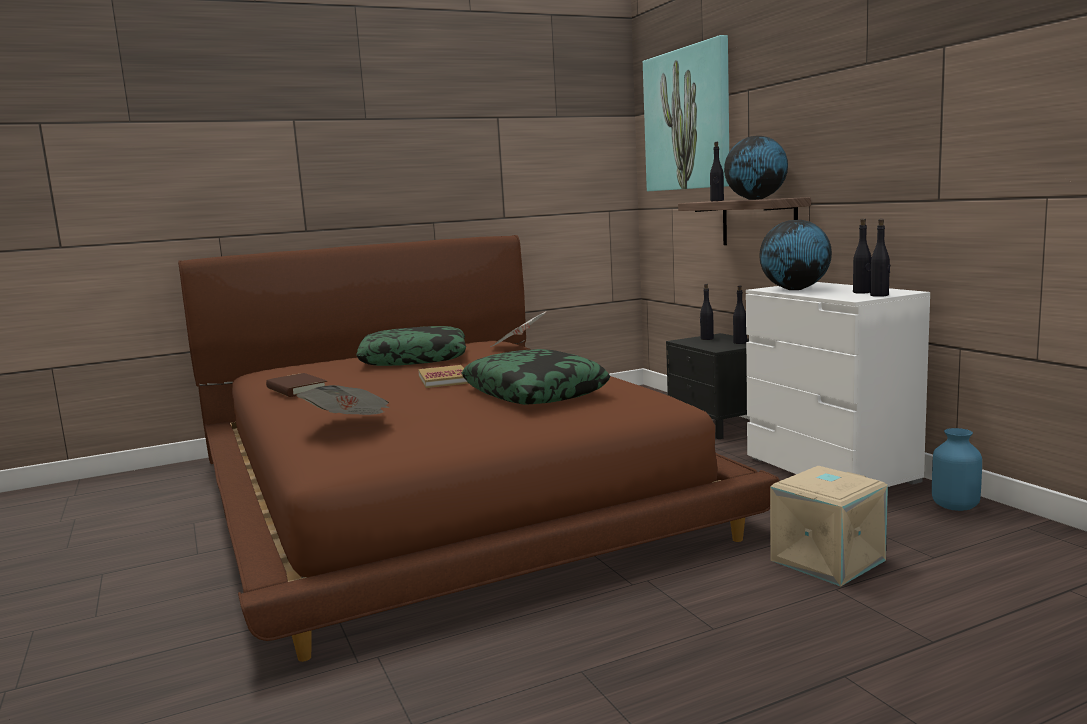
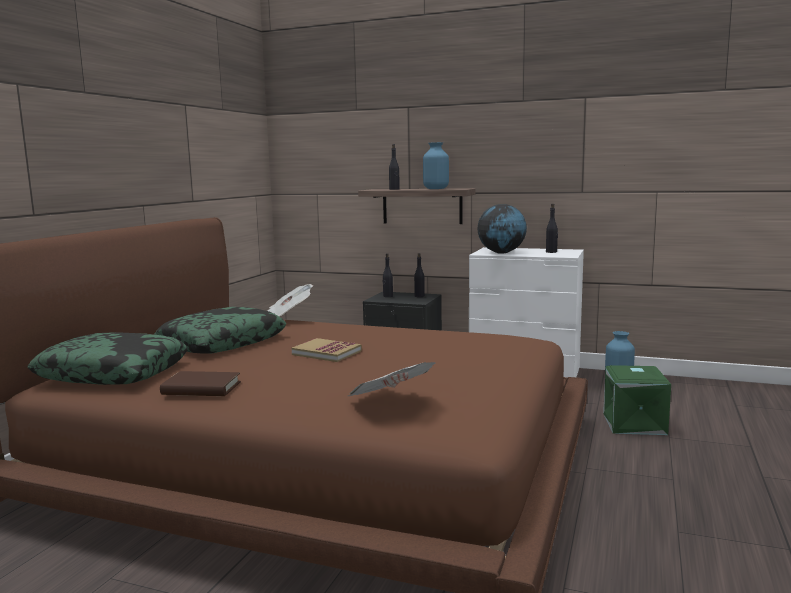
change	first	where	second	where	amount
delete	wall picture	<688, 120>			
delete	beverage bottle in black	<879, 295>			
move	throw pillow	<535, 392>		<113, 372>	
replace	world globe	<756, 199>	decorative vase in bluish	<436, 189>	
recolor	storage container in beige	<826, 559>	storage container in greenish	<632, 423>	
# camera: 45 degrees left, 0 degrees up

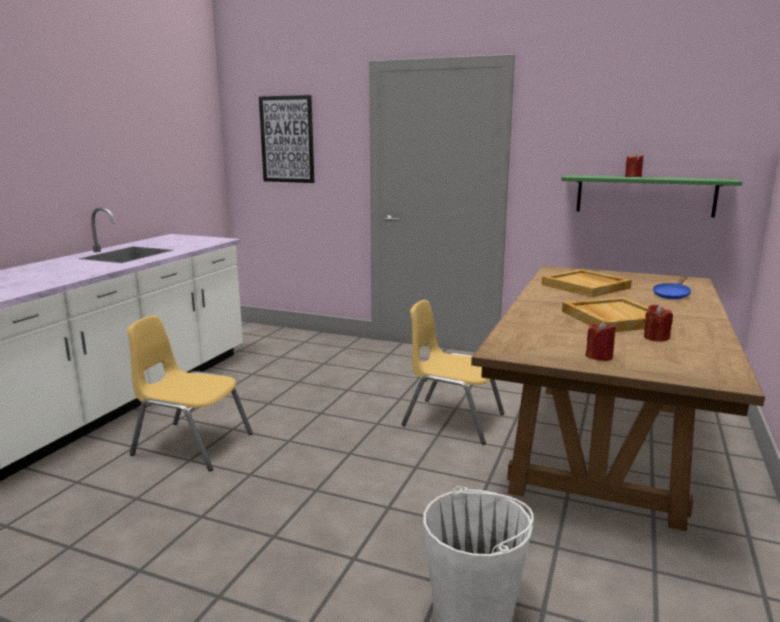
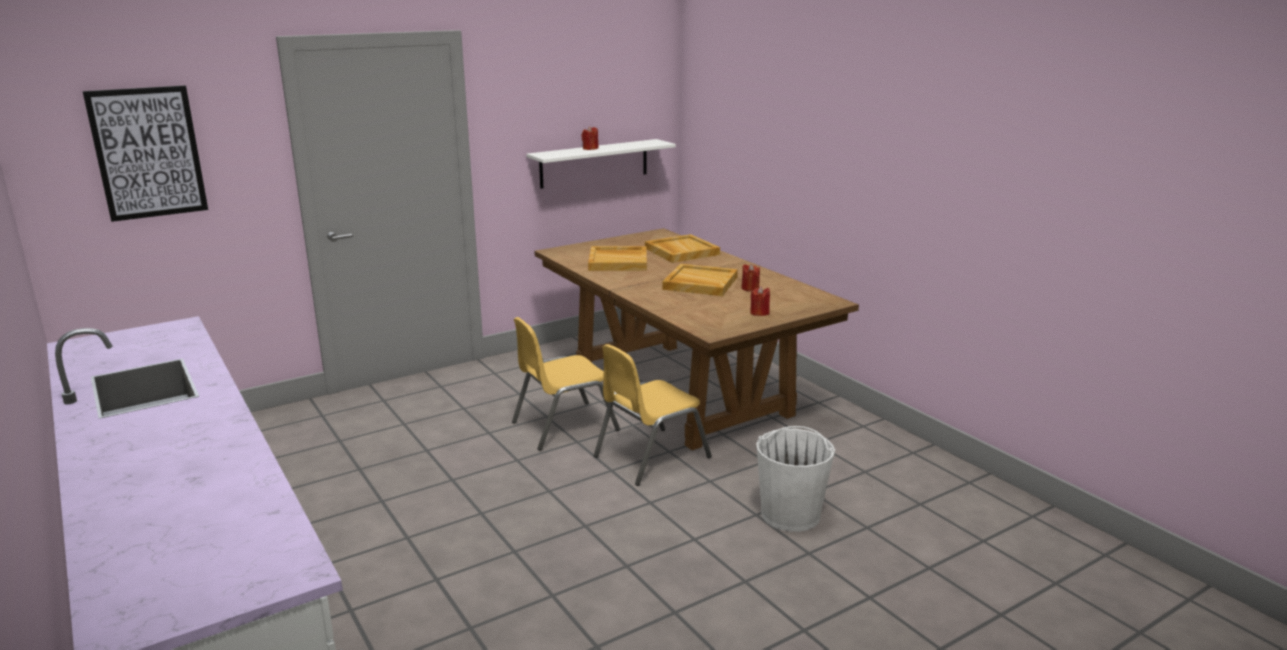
change	first	where	second	where	amount
move	chair in yellow-coloured	<192, 444>		<650, 457>	
replace	pan in bluish	<672, 295>	tray in beige	<681, 251>	
recolor	bracket shelf in greenish	<645, 195>	bracket shelf in whitish	<594, 163>	
# camera: 55 degrees left, 5 degrees up

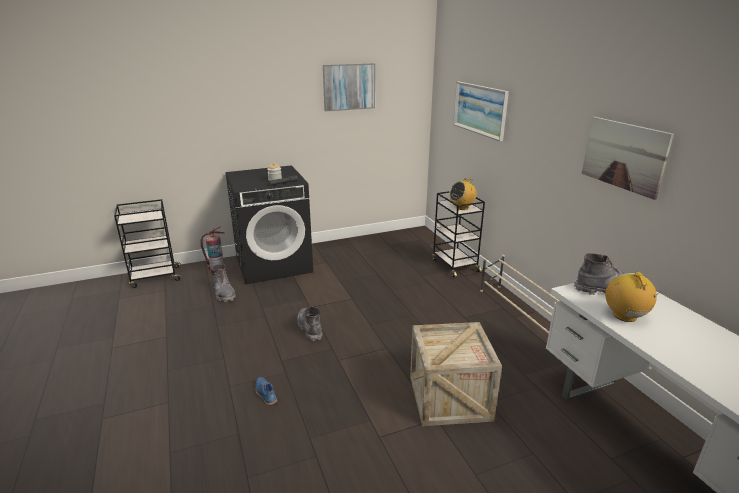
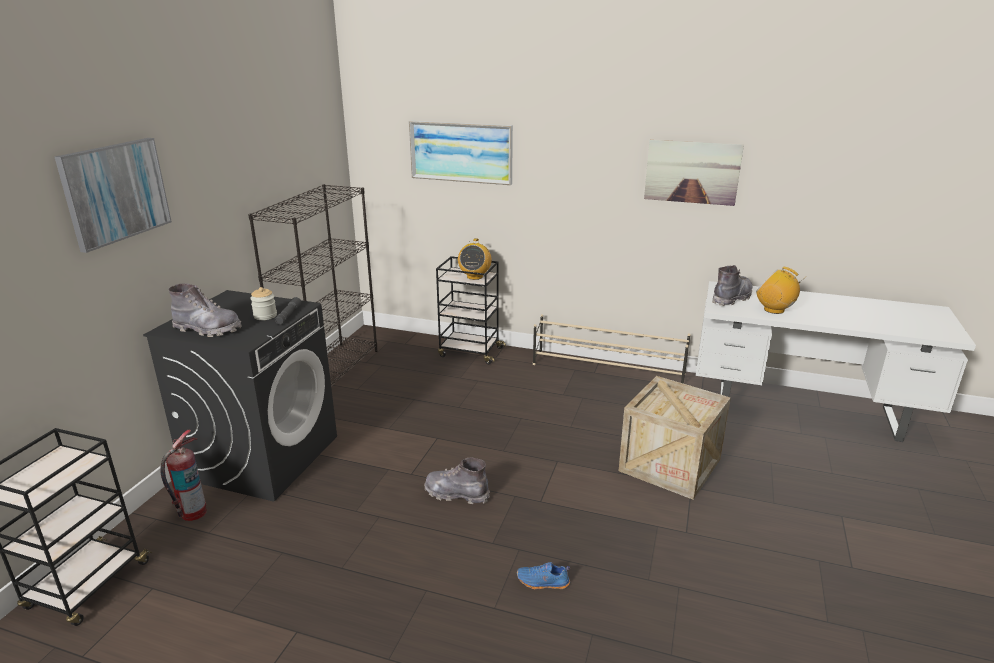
change	first	where	second	where	amount
insert			shelving unit in black	<330, 372>	
move	tall boot in grey	<224, 293>		<207, 329>	
move	wall picture	<349, 87>		<115, 192>	
# camera: 50 degrees left, 0 degrees up

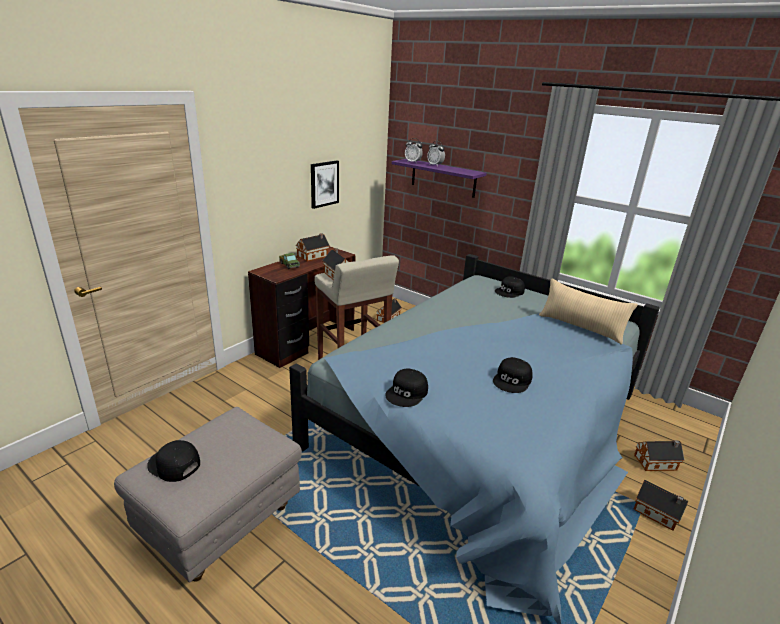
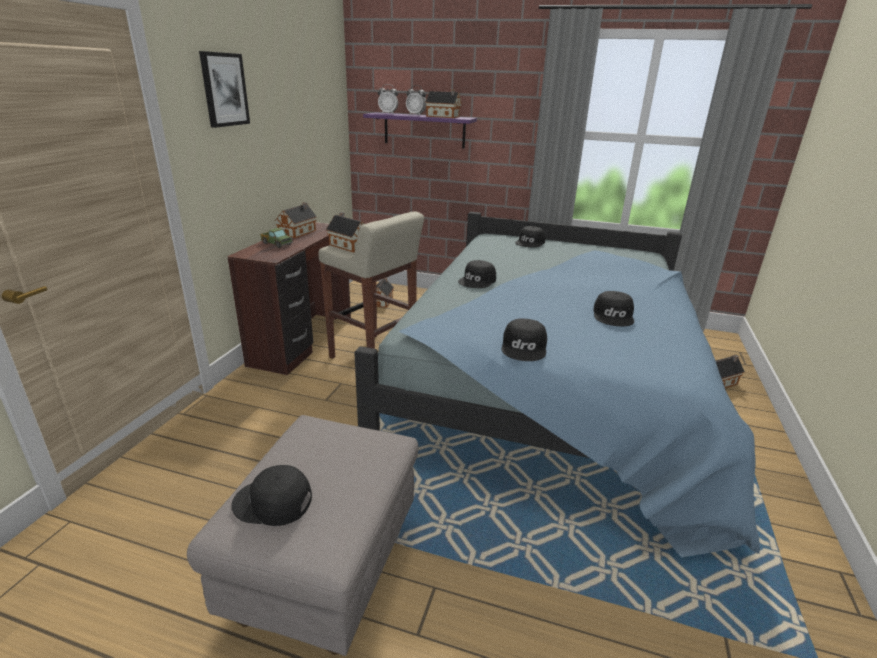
change	first	where	second	where	amount
delete	throw pillow in beige	<580, 327>			
insert			peaked cap in black	<478, 281>	
move	wall picture	<324, 184>		<224, 89>	
move	miniature house	<658, 514>		<444, 116>	
# camera: 20 degrees left, 0 degrees up

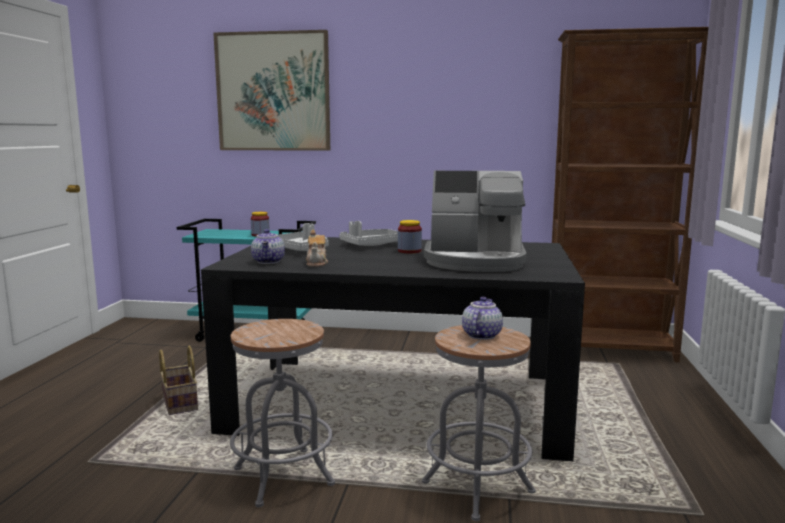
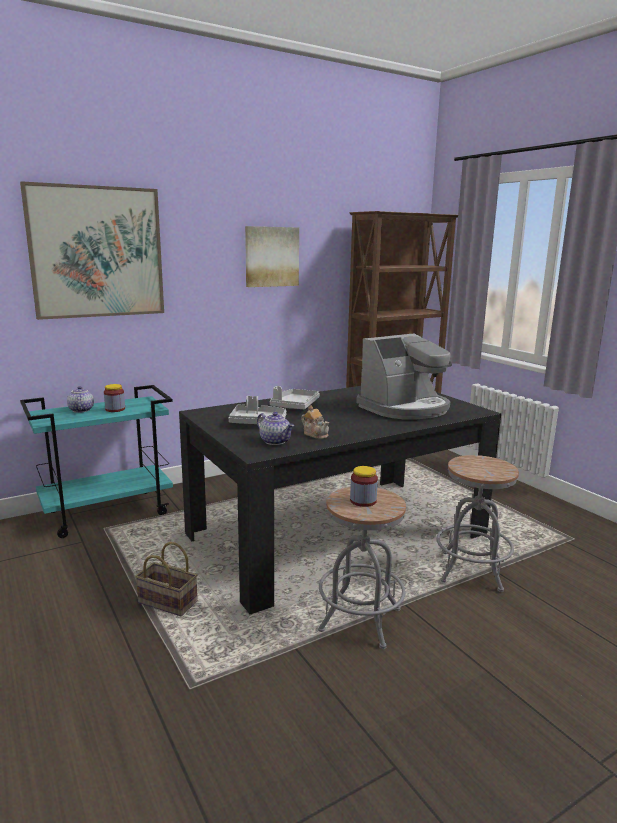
change	first	where	second	where	amount
insert			wall picture	<271, 256>	
move	preserve jar	<409, 251>		<363, 501>	
move	teapot	<480, 335>		<80, 410>	
# camera: 40 degrees left, 5 degrees up

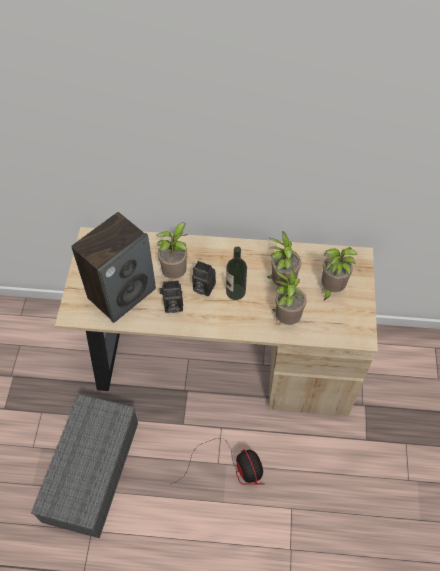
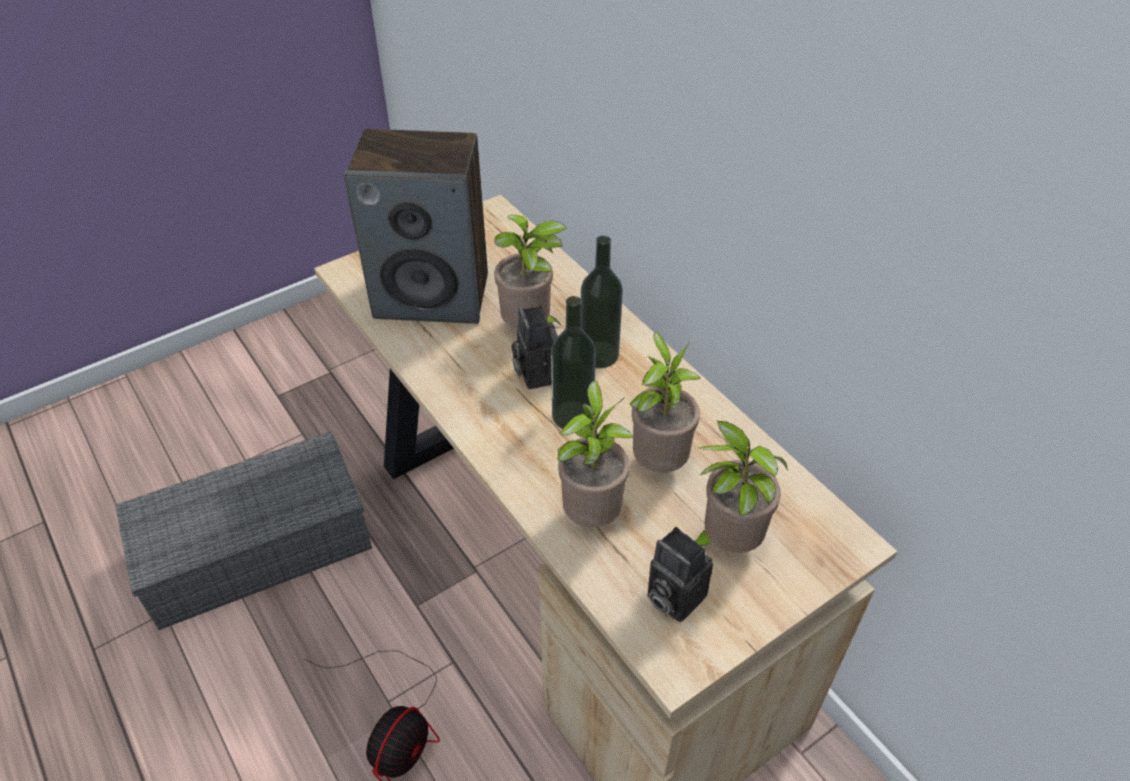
change	first	where	second	where	amount
insert			beverage bottle	<599, 354>	
move	photo camera	<172, 306>		<671, 596>	
# camera: 50 degrees right, 10 degrees down

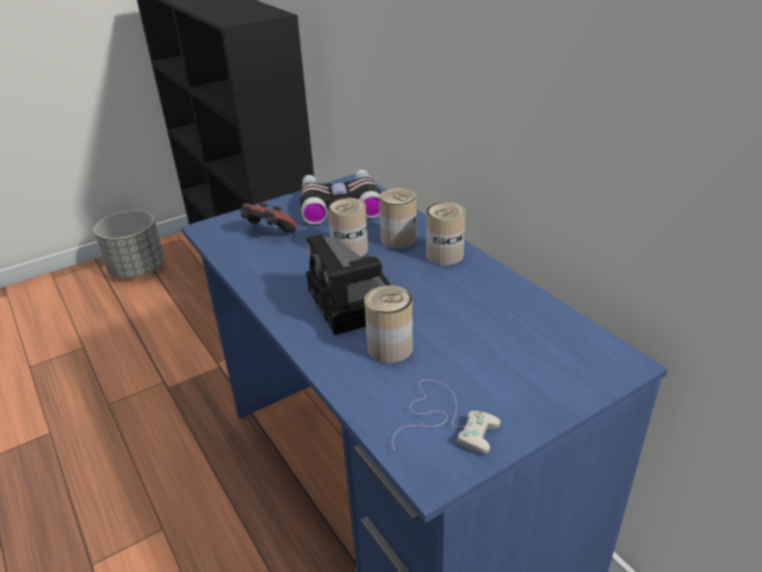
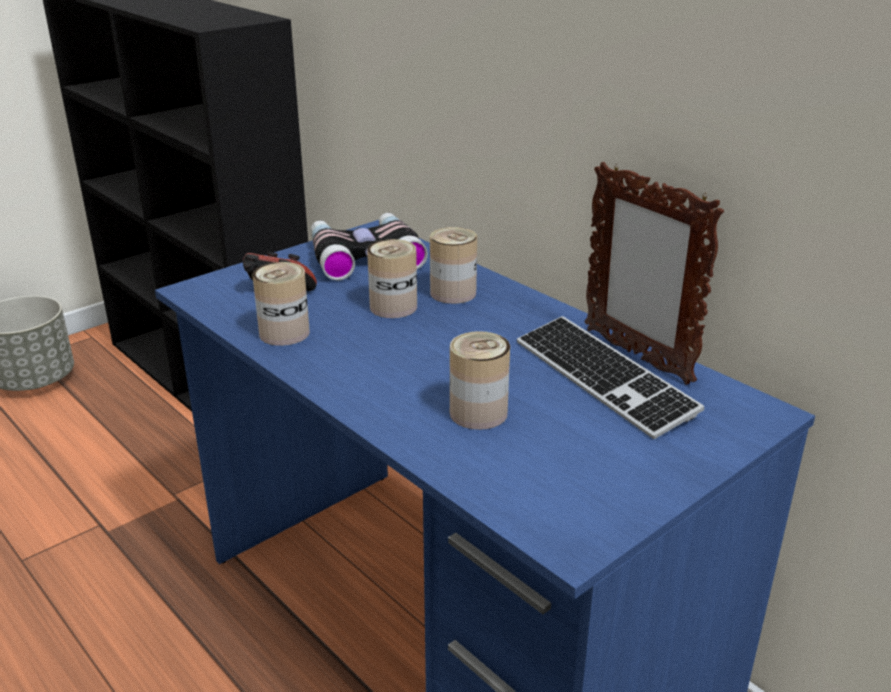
change	first	where	second	where	amount
delete	photo camera	<355, 304>			
delete	joypad in whitish	<444, 419>			
insert			PC keyboard	<603, 378>	
insert			picture frame	<636, 355>	
move	sealed can	<444, 255>		<284, 333>	
# camera: 10 degrees left, 5 degrees down

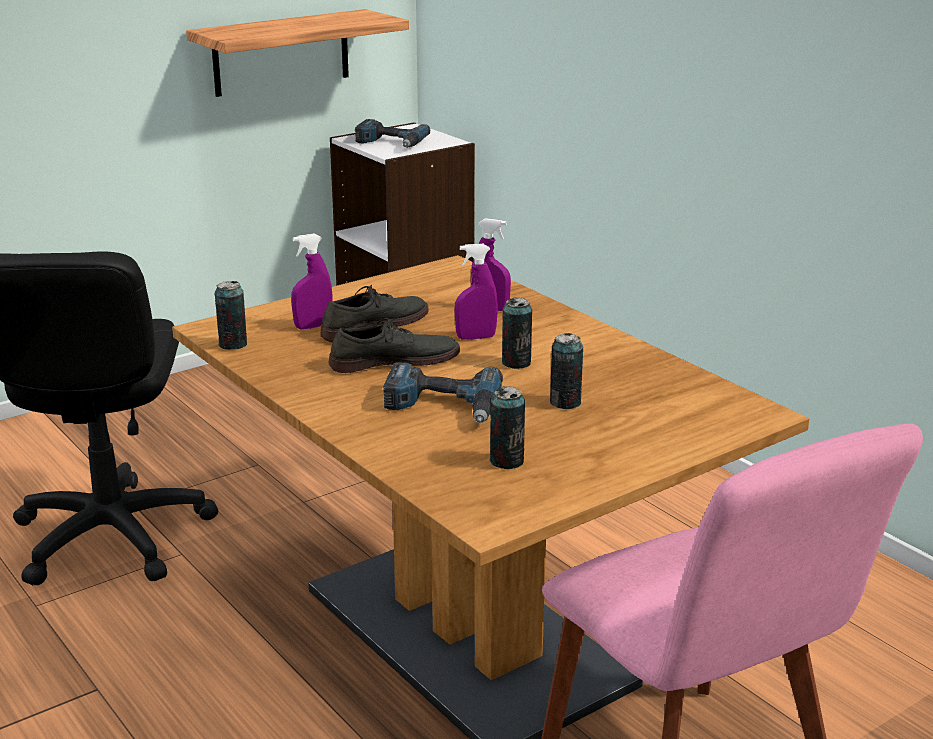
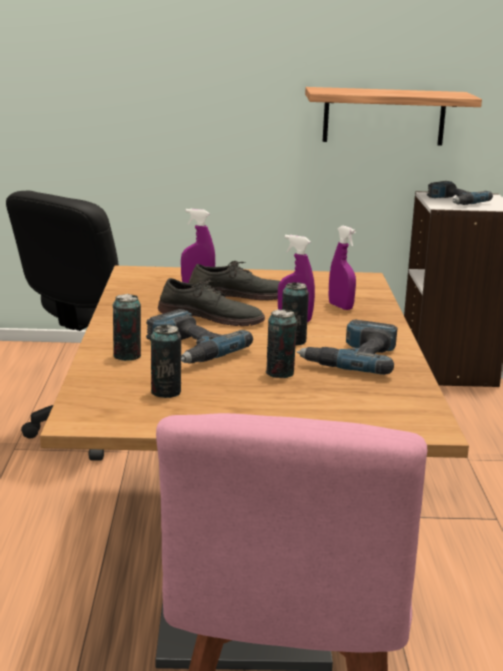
change	first	where	second	where	amount
insert			drill	<353, 358>	
move	sealed can	<233, 344>		<127, 356>	
# camera: 35 degrees right, 5 degrees down

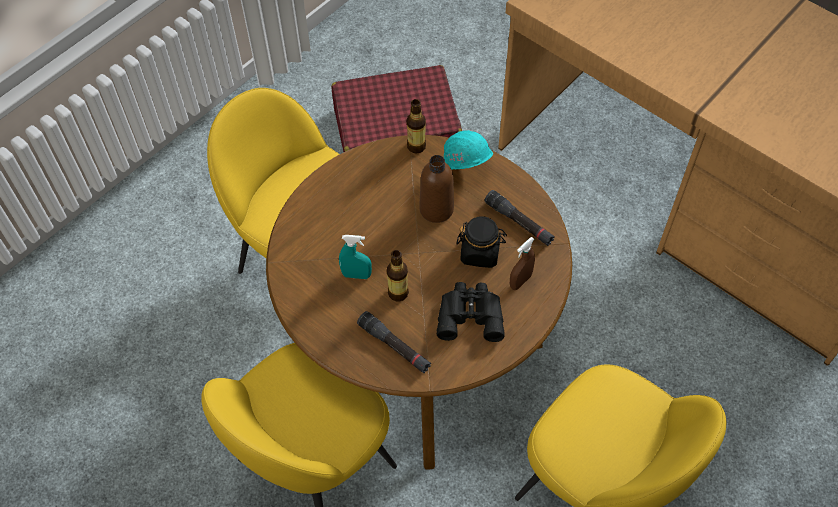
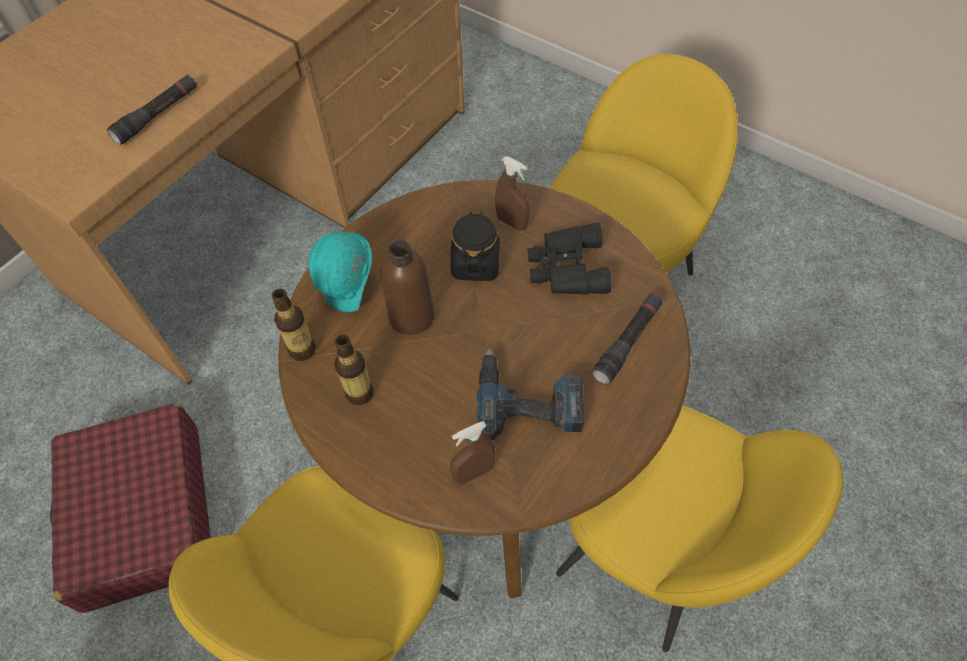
change	first	where	second	where	amount
insert			hand sprayer in brownish	<473, 473>	
move	beverage bottle	<398, 293>		<359, 393>	
move	torch in black	<519, 222>		<157, 115>	
replace	hand sprayer in blue-green	<356, 275>	drill	<528, 399>	
# camera: 95 degrees left, 0 degrees up

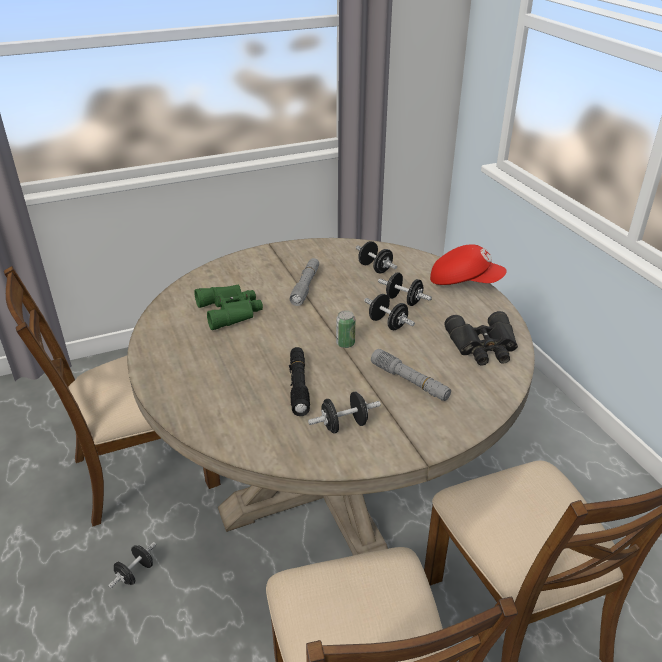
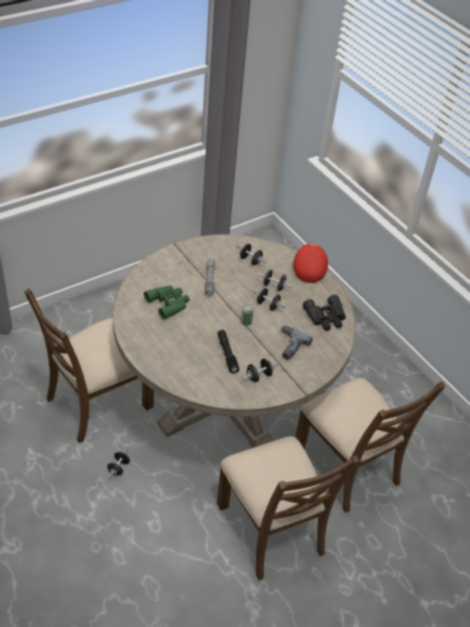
change	first	where	second	where	amount
replace	torch in grey	<409, 381>	drill	<288, 345>	
rotate	peaked cap in red	<464, 282>		<309, 268>	90 degrees counterclockwise
# camera: 15 degrees left, 10 degrees up

